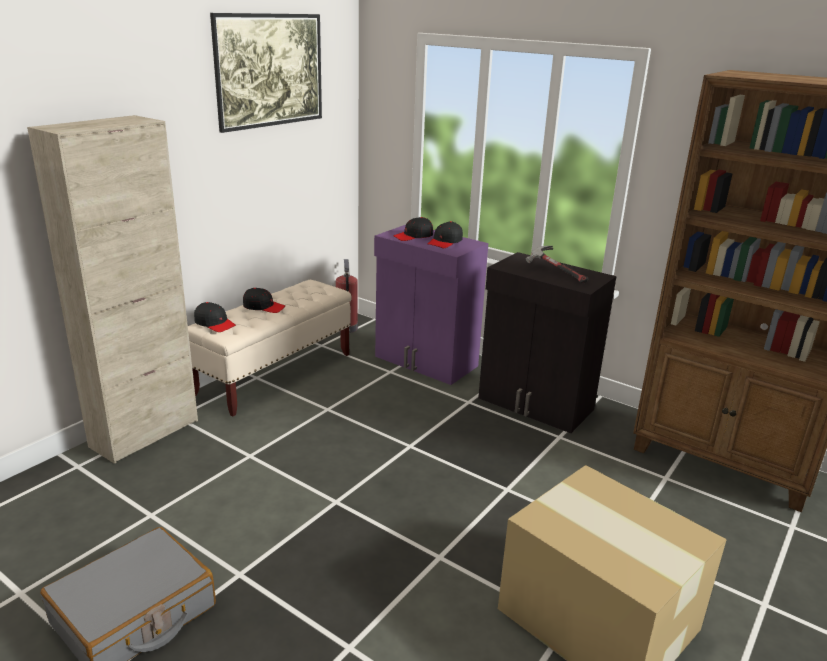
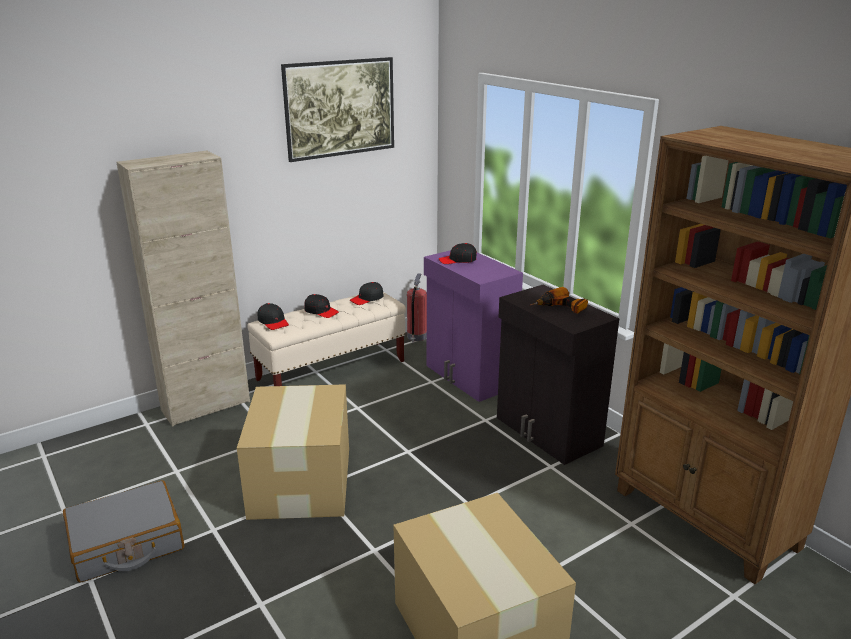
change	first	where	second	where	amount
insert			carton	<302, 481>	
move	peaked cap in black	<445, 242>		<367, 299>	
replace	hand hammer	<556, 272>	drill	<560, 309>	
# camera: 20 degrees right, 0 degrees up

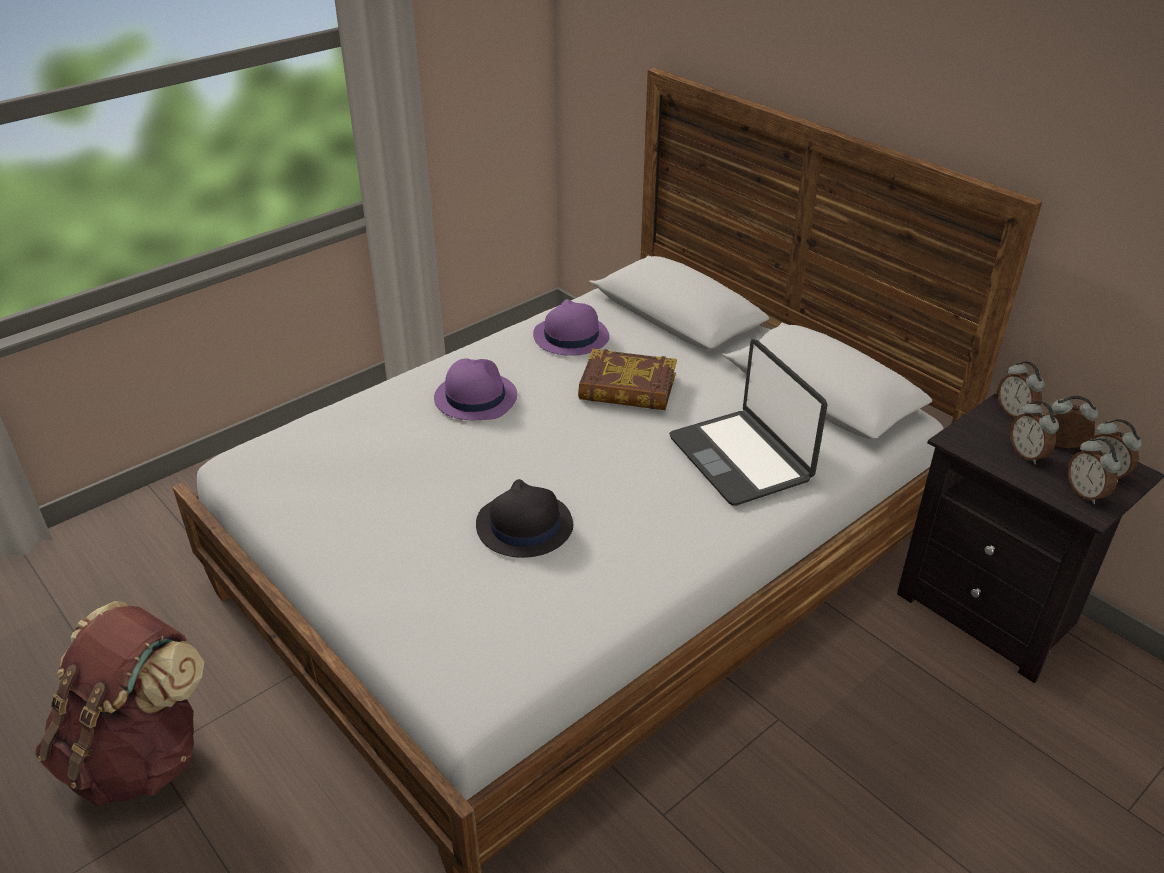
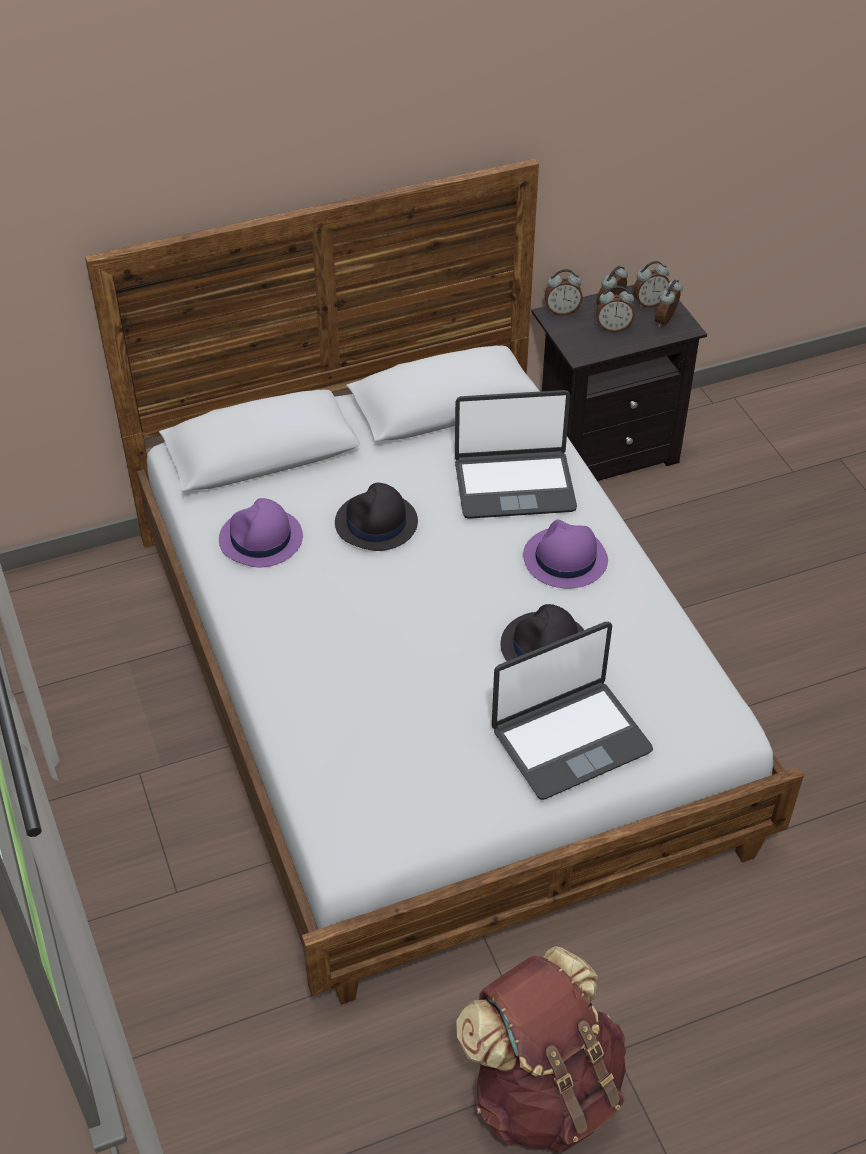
change	first	where	second	where	amount
insert			notebook computer	<570, 739>	
move	hat in purple-coloured	<475, 397>		<564, 559>	
replace	book	<627, 388>	hat in black	<376, 523>	
rotate	bedside clock	<1085, 493>		<666, 322>	120 degrees clockwise
# camera: 70 degrees left, 10 degrees up

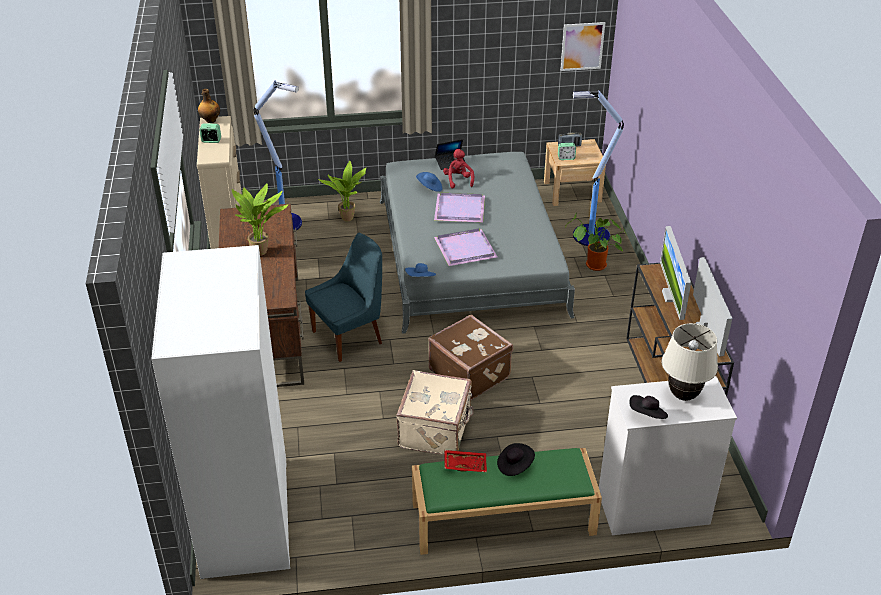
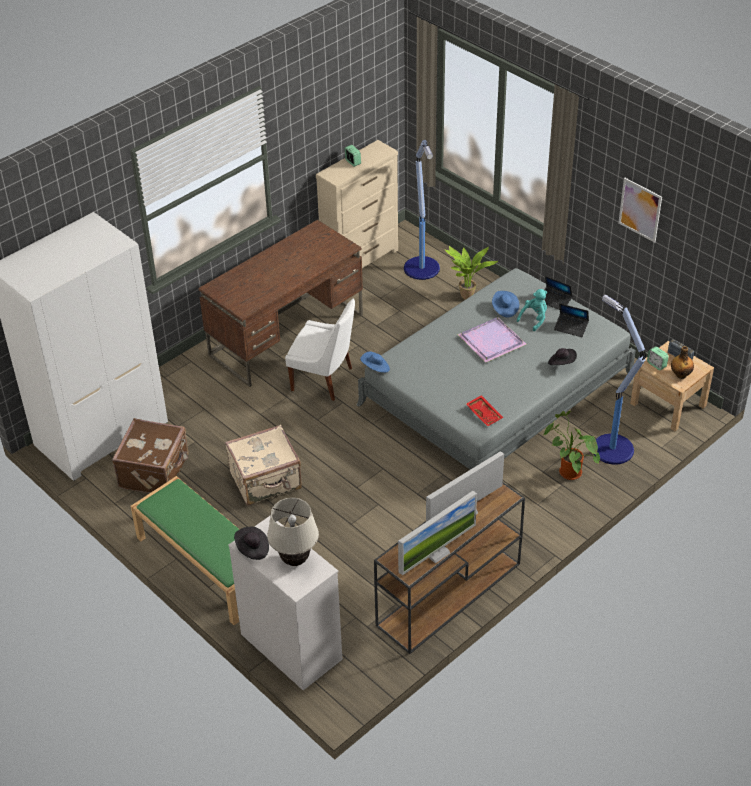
change	first	where	second	where	amount
delete	houseplant	<262, 252>			
delete	tray in purple-coloured	<466, 248>			
insert			notebook computer	<571, 328>	
move	beverage bottle	<210, 120>		<680, 375>	
move	piece of luggage in brownish	<470, 373>		<155, 472>	
move	tray in red	<465, 464>		<484, 414>	
move	hat in black	<514, 465>		<562, 363>	
move	wall picture	<582, 46>		<640, 209>	
recolor	chair in bluish	<350, 336>	chair in whitish	<324, 380>	
recolor	cuddly toy in red	<458, 180>	cuddly toy in blue-green	<534, 319>	
# camera: 55 degrees right, 5 degrees up

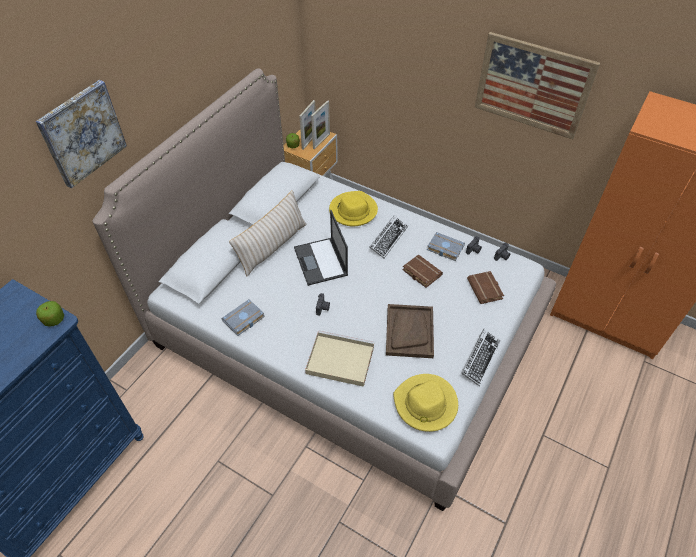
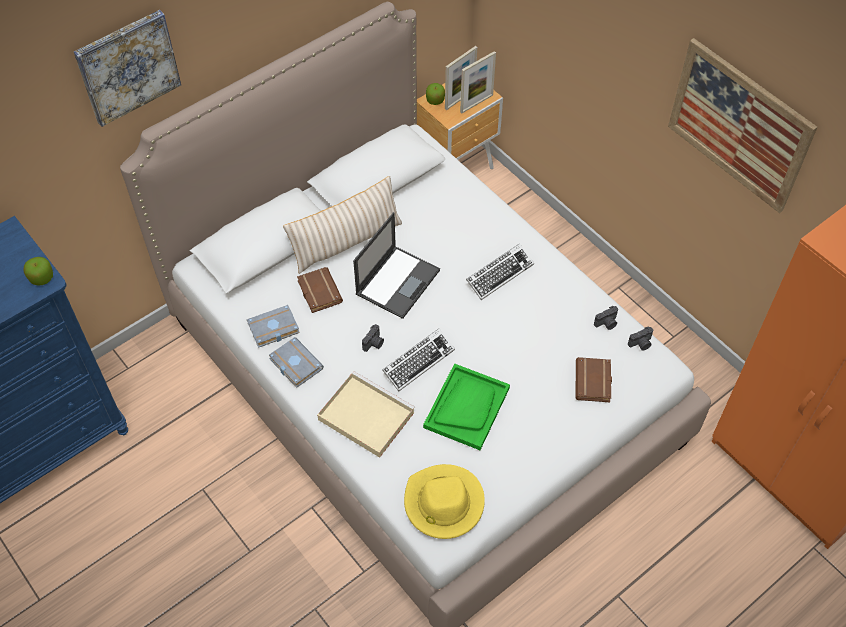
change	first	where	second	where	amount
delete	hat in yellow-coloured	<353, 211>			
move	book in brownish	<420, 273>		<318, 292>	
move	book in grey	<444, 248>		<294, 364>	
move	PC keyboard	<480, 358>		<418, 362>	
recolor	tray in brownish	<409, 331>	tray in greenish	<466, 407>	
rotate	notebook computer	<321, 262>		<398, 281>	150 degrees counterclockwise
# camera: 20 degrees right, 5 degrees up

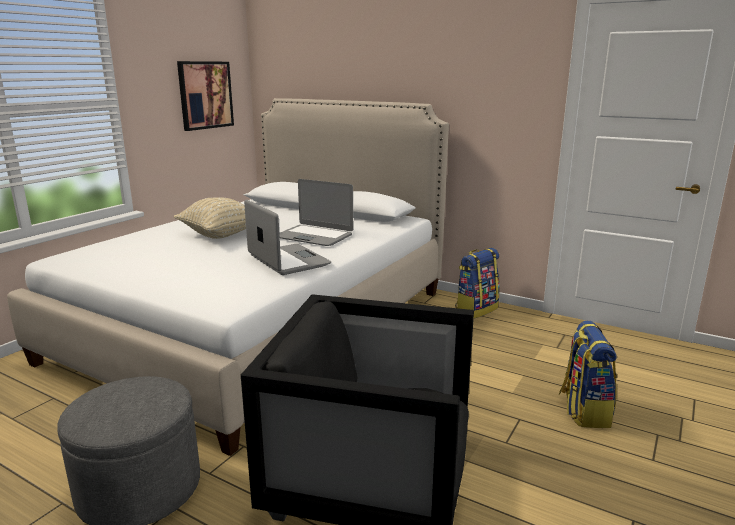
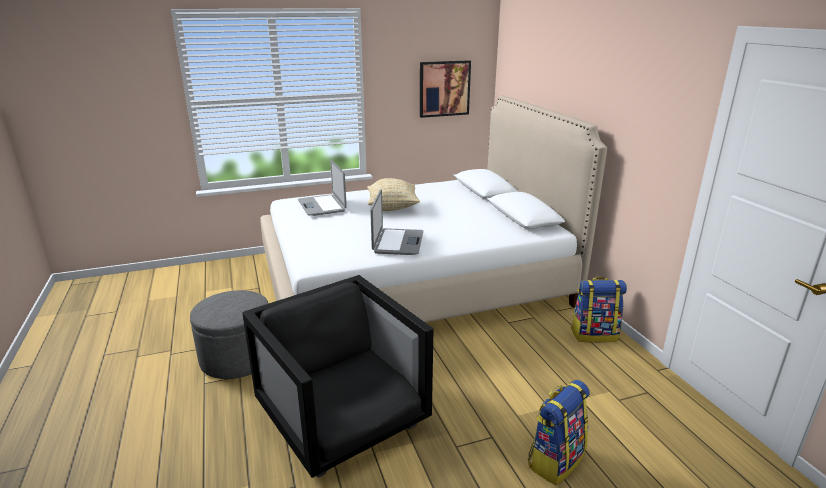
change	first	where	second	where	amount
move	notebook computer	<314, 236>		<322, 206>	
# camera: 40 degrees right, 5 degrees up

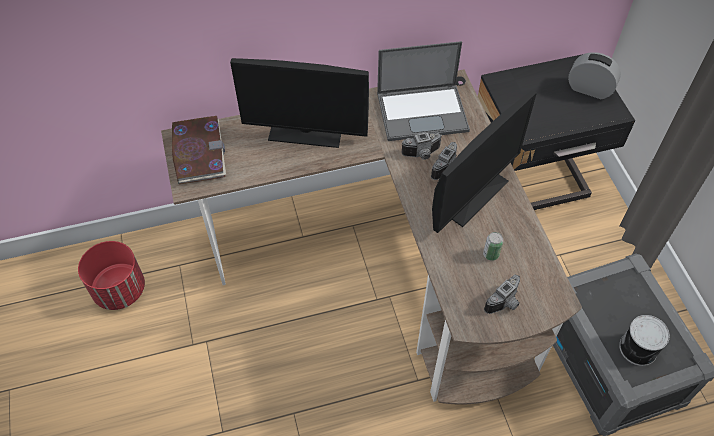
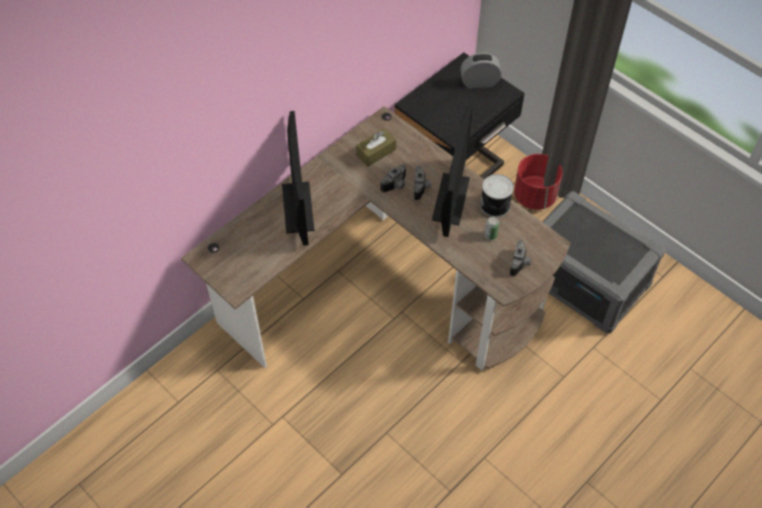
change	first	where	second	where	amount
delete	book	<198, 152>			
move	planter in red	<120, 290>		<535, 196>	
move	sealed can	<639, 349>		<495, 205>	
replace	notebook computer	<423, 112>	tissue box in brownish	<376, 152>	
rotate	computer screen	<306, 132>		<297, 207>	75 degrees counterclockwise
# camera: 30 degrees left, 0 degrees up

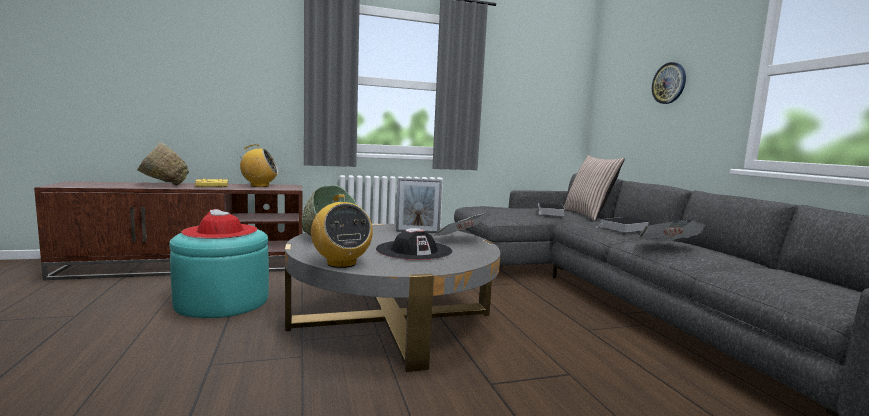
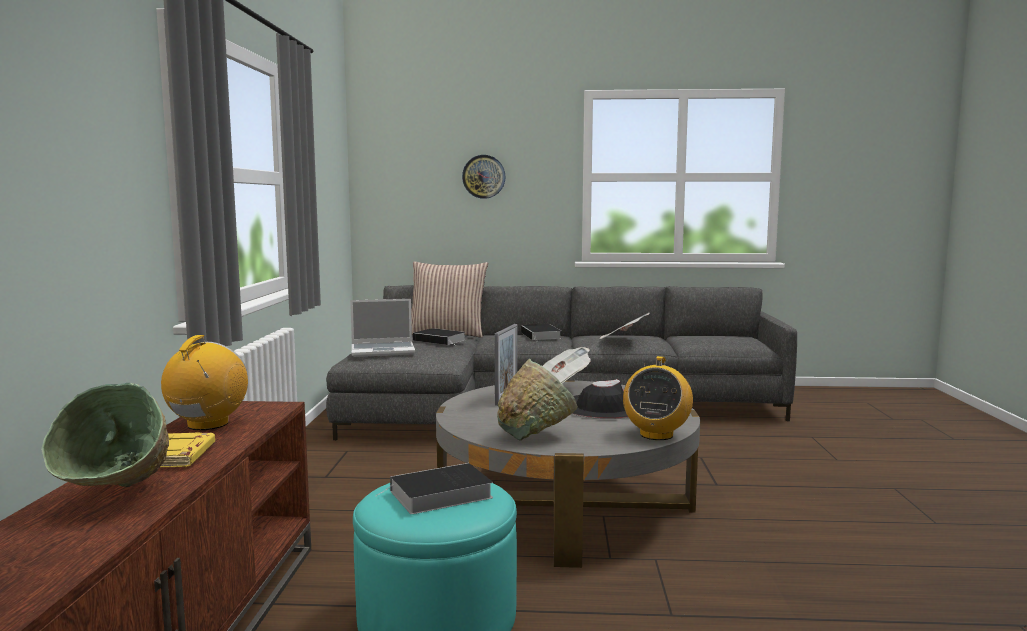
change	first	where	second	where	amount
insert			notebook computer	<383, 351>	
replace	hat in red	<220, 231>	book	<438, 495>	
rotate	radio receiver	<341, 263>		<656, 434>	120 degrees clockwise
# camera: 70 degrees left, 0 degrees up

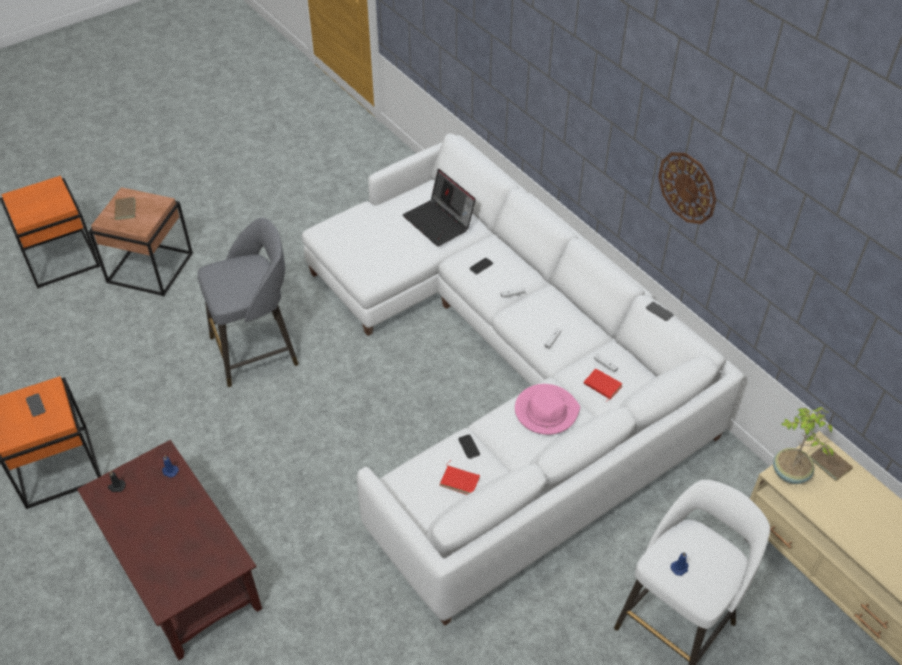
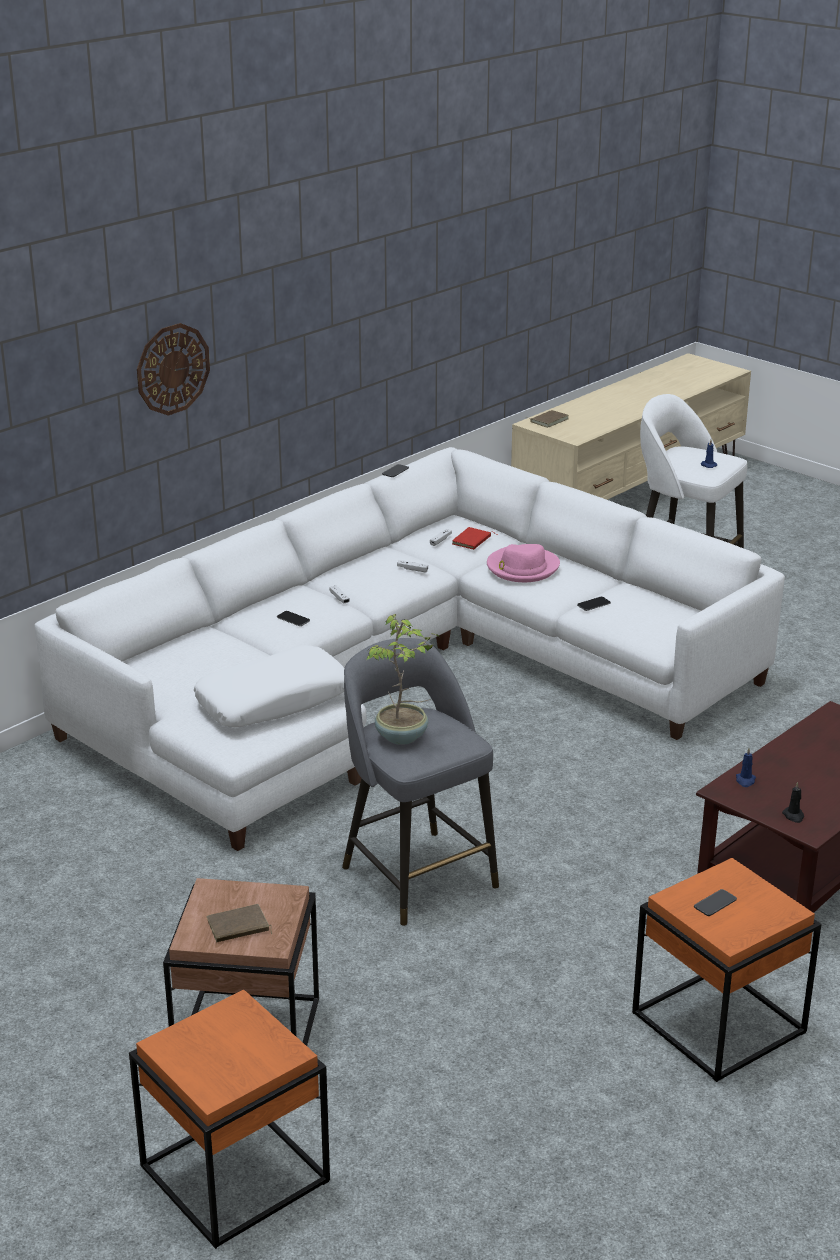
change	first	where	second	where	amount
delete	notebook computer	<439, 222>			
delete	book in red	<460, 480>			
insert			throw pillow in whitish	<273, 700>	
move	hanging clock	<687, 187>		<172, 369>	
move	houseplant	<789, 473>		<402, 737>	
# camera: 100 degrees left, 20 degrees down

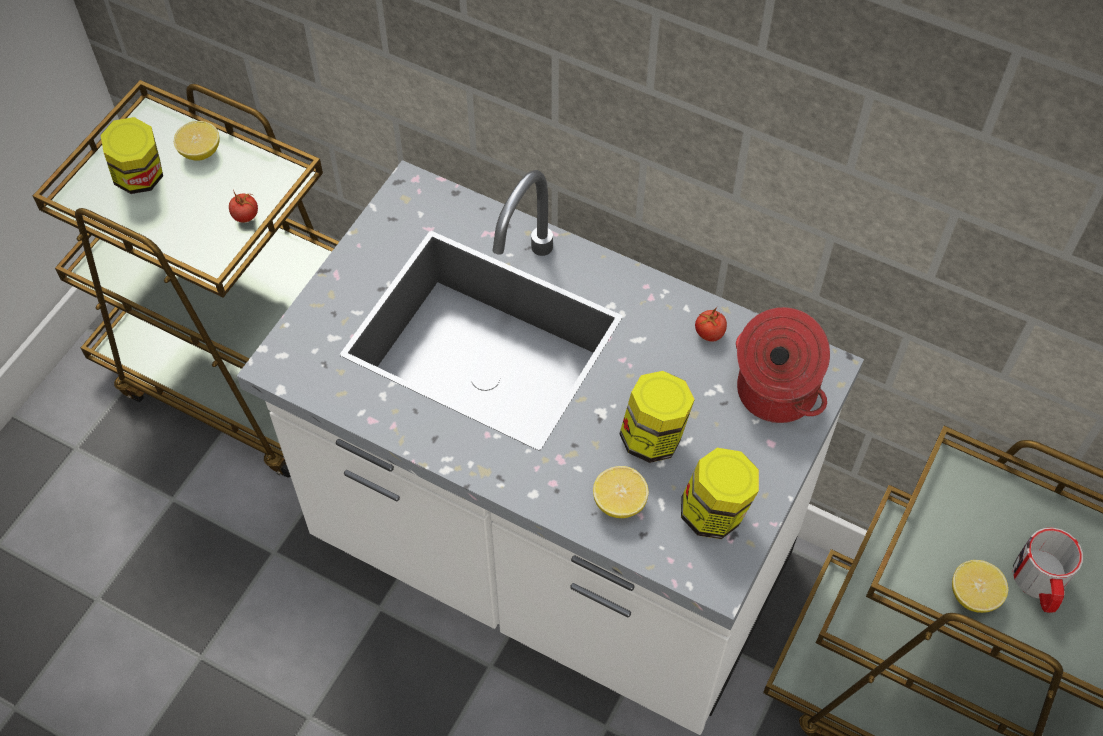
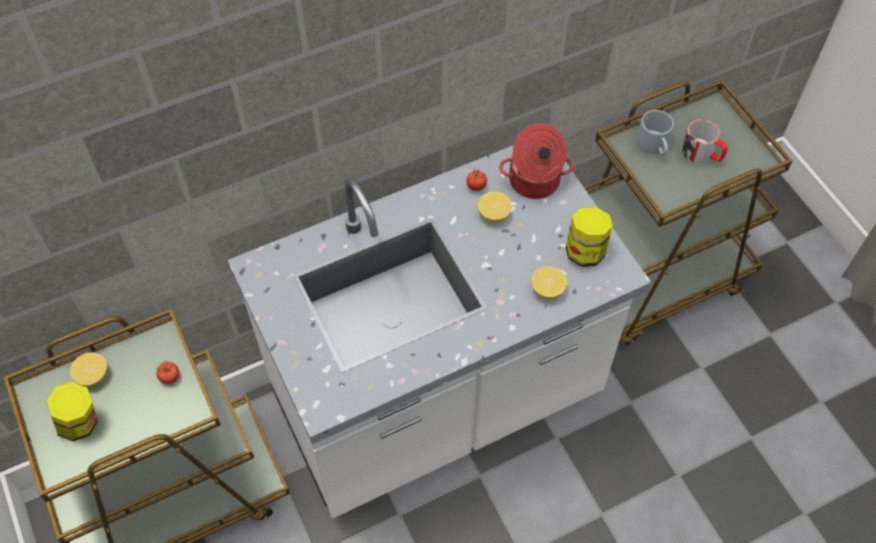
change	first	where	second	where	amount
delete	preserve jar	<653, 437>			
insert			coffee mug in grey	<655, 146>	
move	whole lemon	<973, 595>		<494, 214>	
# camera: 55 degrees left, 0 degrees up

